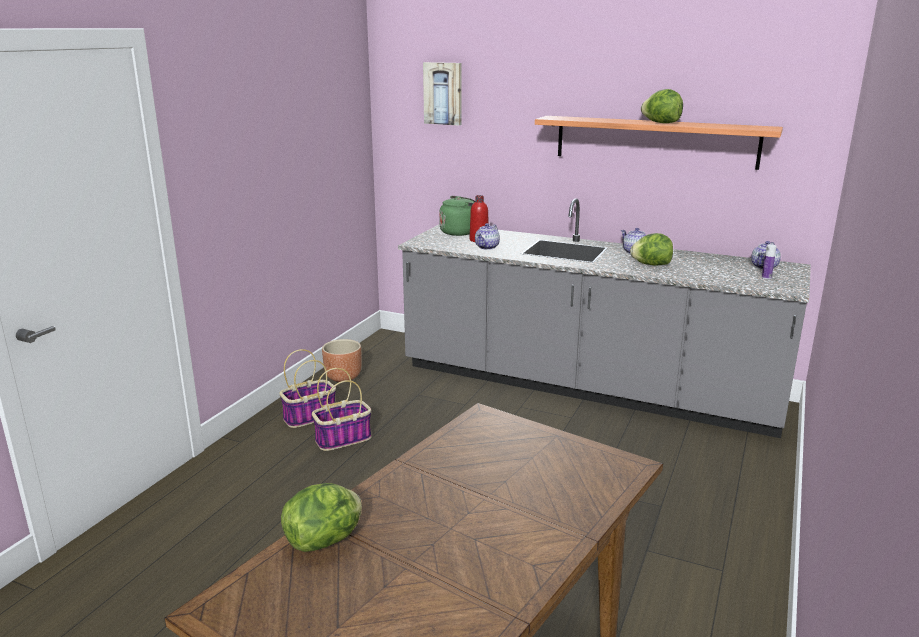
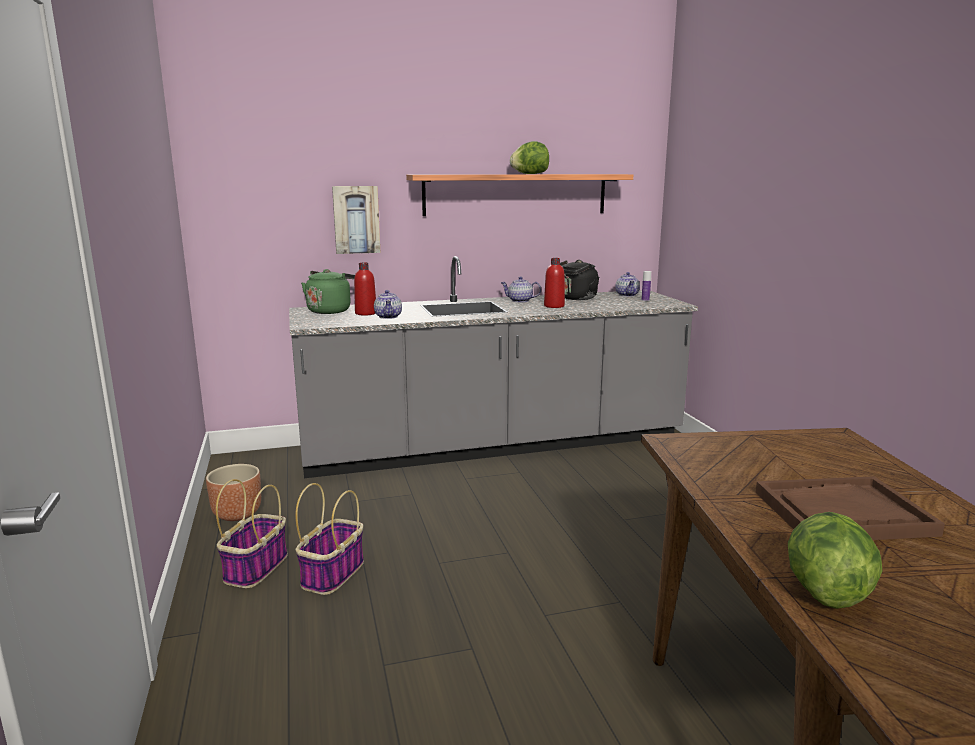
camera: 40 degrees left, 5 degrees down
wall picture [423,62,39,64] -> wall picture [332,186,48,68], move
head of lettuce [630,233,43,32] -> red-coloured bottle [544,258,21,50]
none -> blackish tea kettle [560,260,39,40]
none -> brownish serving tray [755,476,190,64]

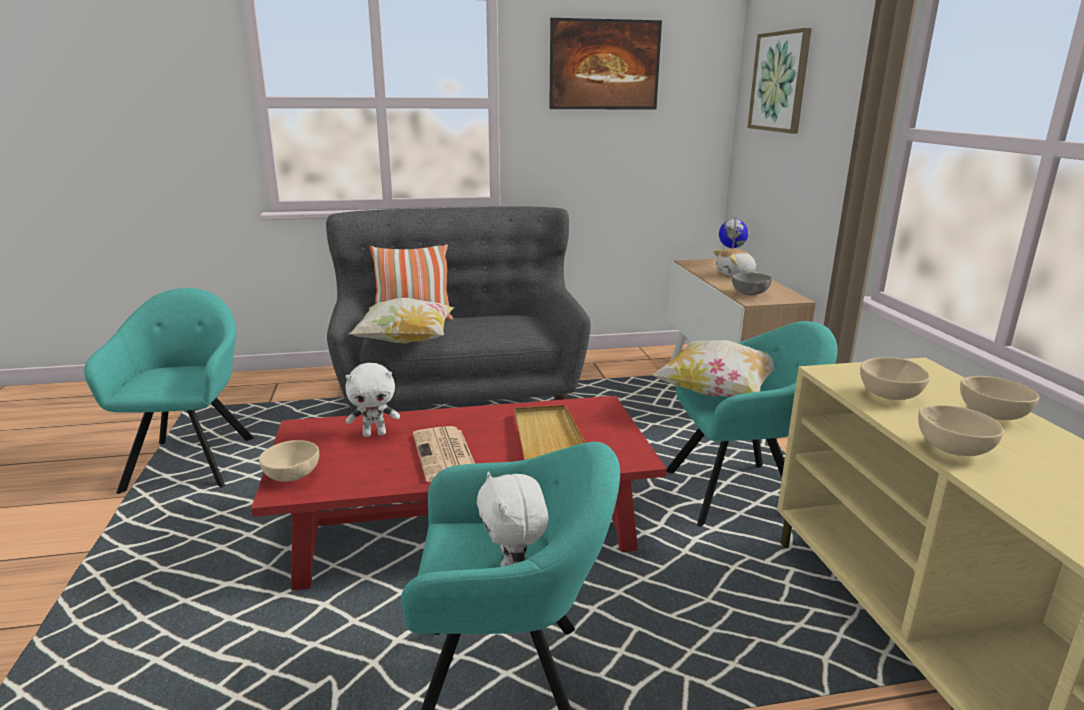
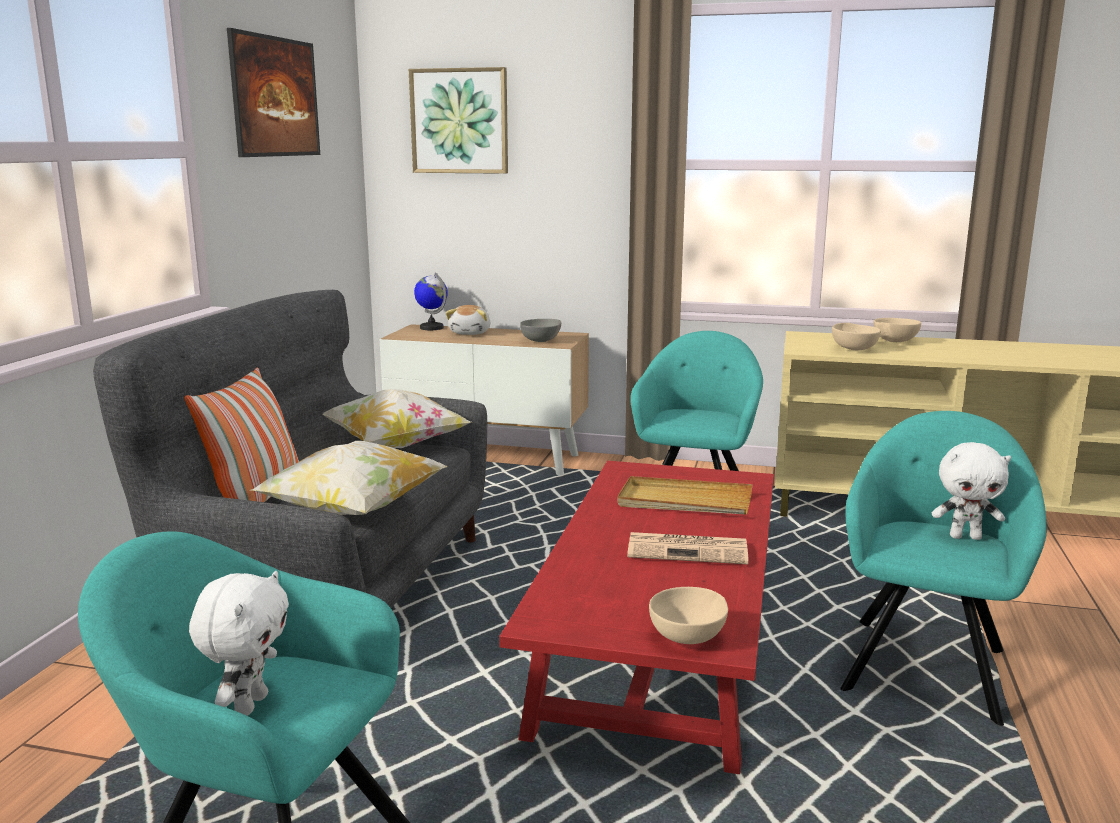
camera: 65 degrees left, 5 degrees down
whitish soft toy [345,363,55,74] -> whitish soft toy [189,571,100,145], move
pillow [651,340,123,57] -> pillow [322,389,149,59], move
sand-coloured deep dish [918,405,86,51] -> none

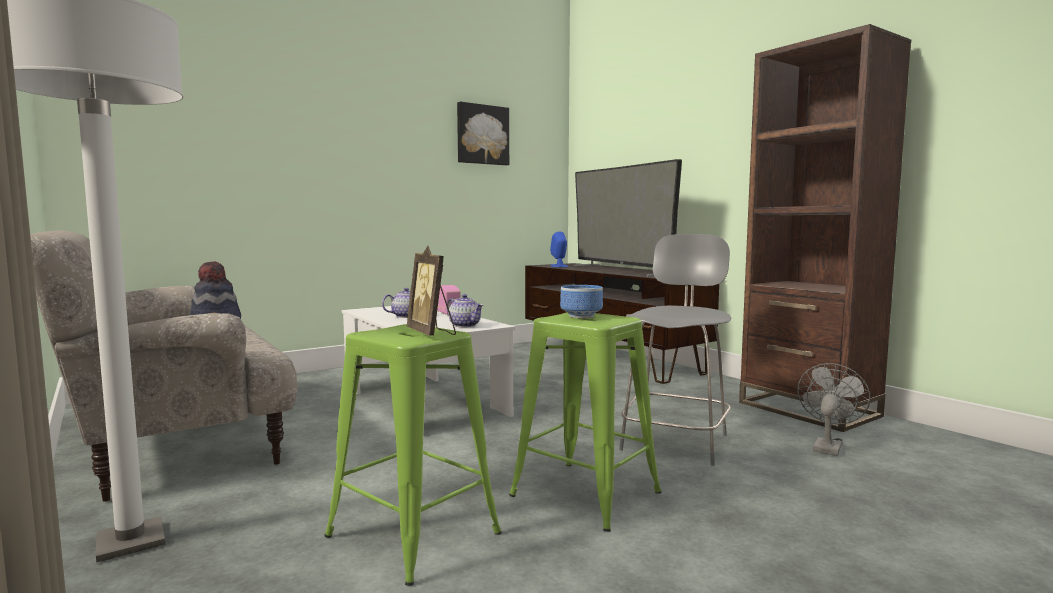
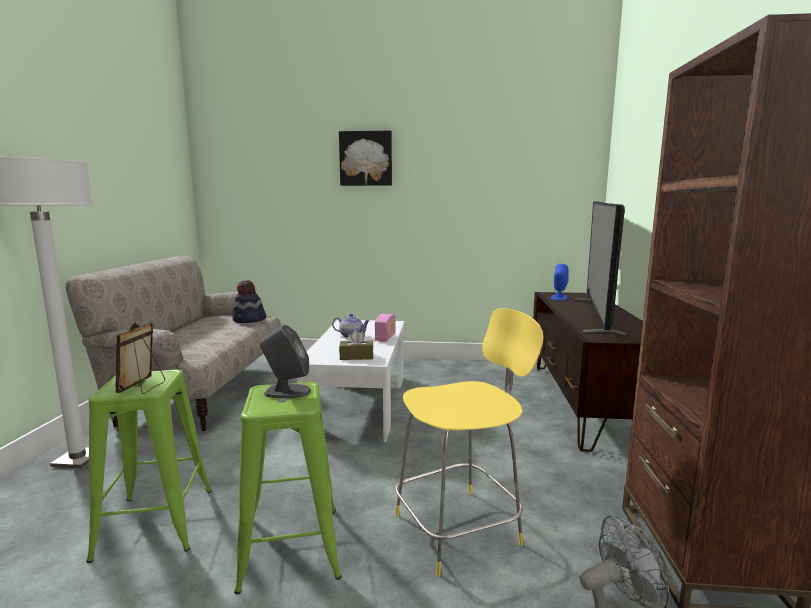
camera: 40 degrees right, 5 degrees up
tea pot [447,294,36,33] -> brownish box of tissues [339,330,35,30]
wall picture [457,102,52,63] -> wall picture [339,130,53,56], move
deep dish [560,285,43,33] -> greyish audio speaker [260,325,51,73]
greyish sitting stool [619,234,112,232] -> yellowish sitting stool [395,308,148,268]

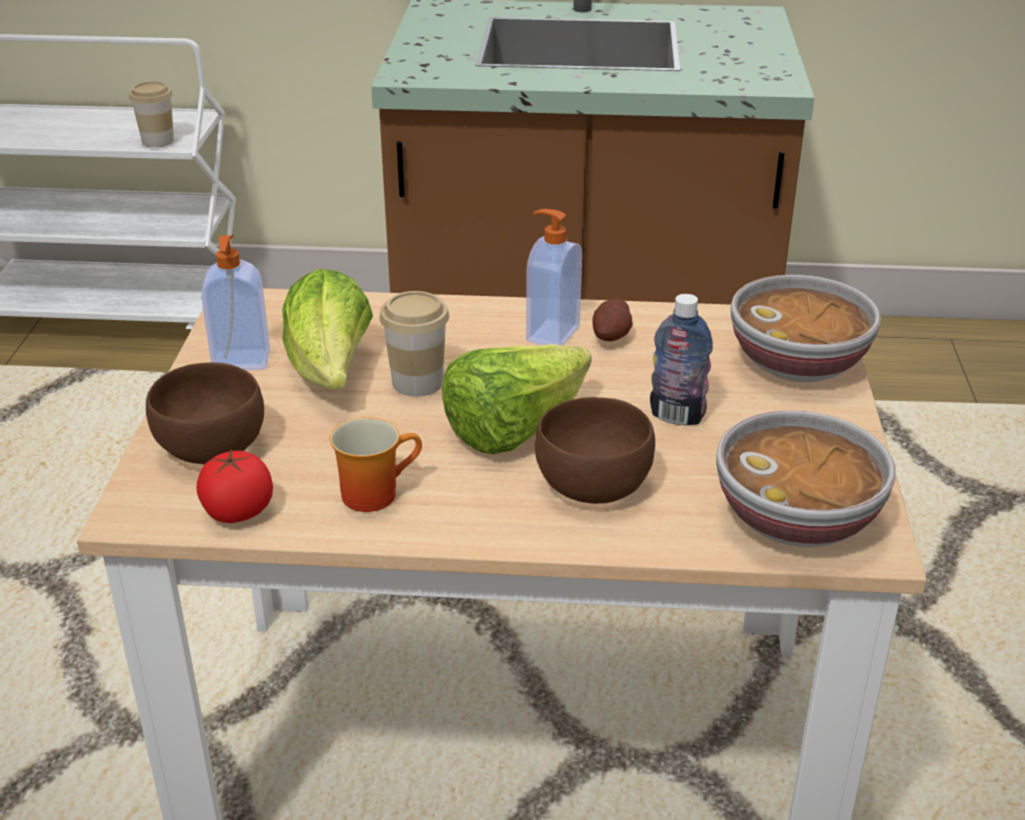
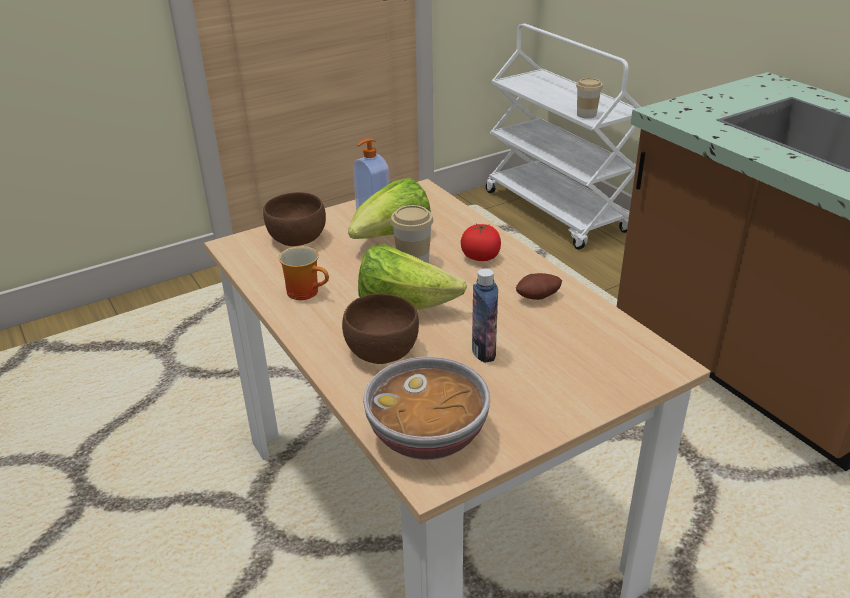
camera: 55 degrees right, 0 degrees up
tomato [197,449,76,74] -> tomato [461,224,40,37], move
soap bottle [526,209,56,136] -> none
deep dish [731,275,150,107] -> none

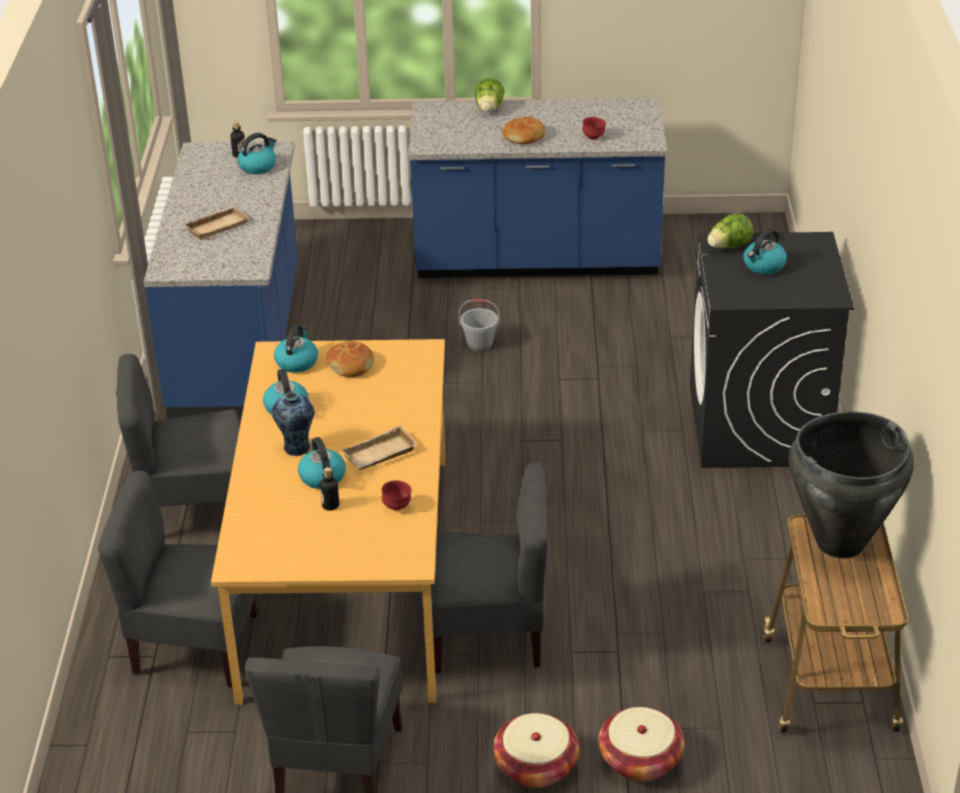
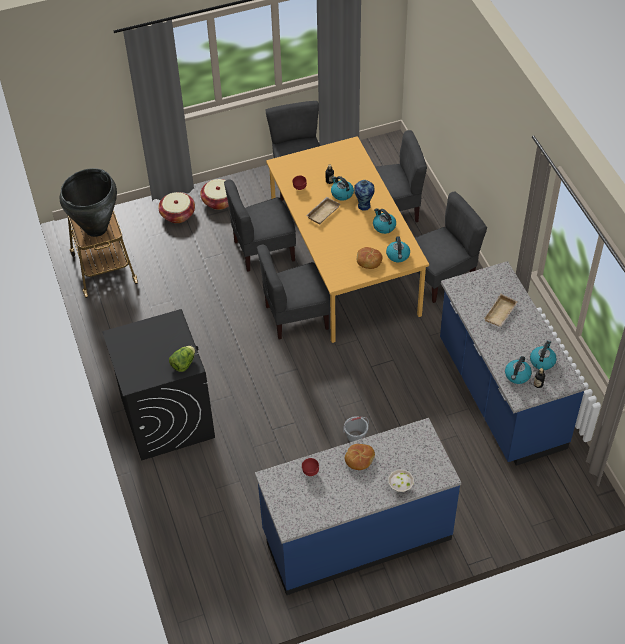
camera: 160 degrees right, 15 degrees up
head of lettuce [475,78,30,34] -> whitish deep dish [388,470,26,22]
tea kettle [744,228,43,47] -> tea kettle [530,340,27,30], move
none -> greyish chair [257,245,73,94]

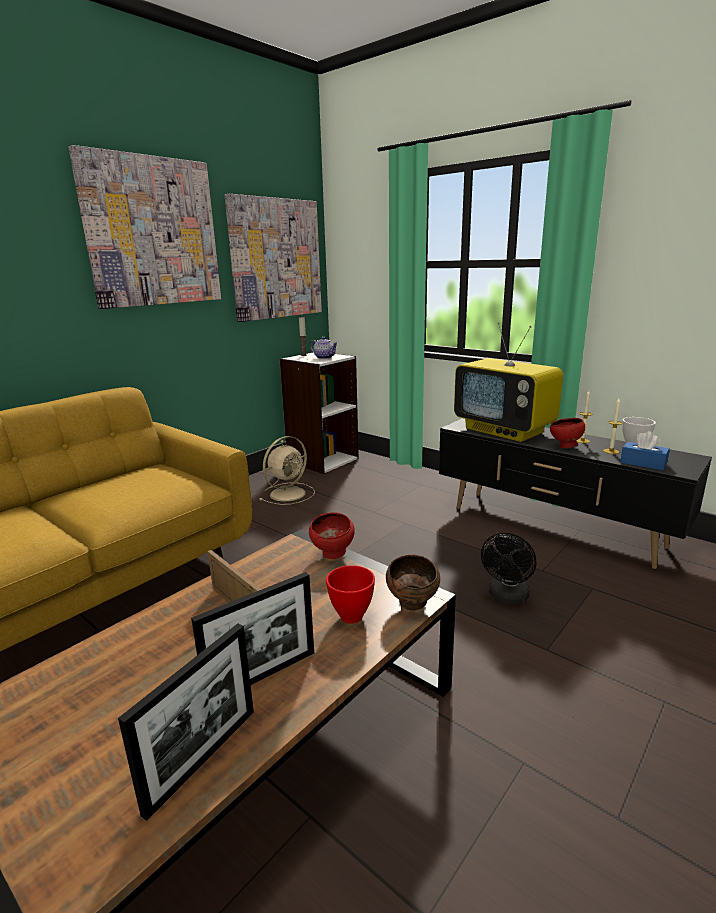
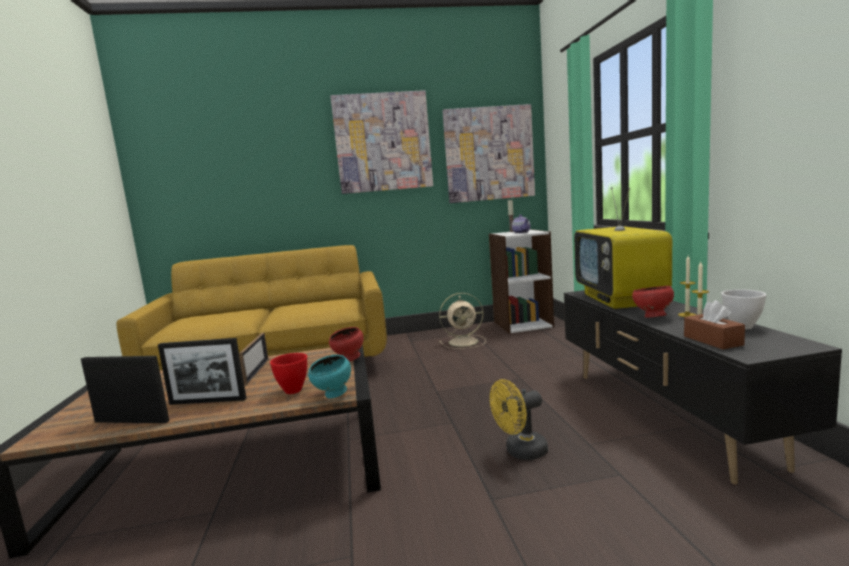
camera: 40 degrees right, 10 degrees down
standing frame [118,624,136,197] -> standing frame [81,356,88,67], 150 degrees counterclockwise
brownish deep dish [386,555,54,56] -> turquoise-coloured deep dish [308,355,43,43]
blackish fan [481,533,55,71] -> yellowish fan [490,379,58,81]
bluish box of tissues [620,431,50,39] -> brownish box of tissues [684,300,61,49]

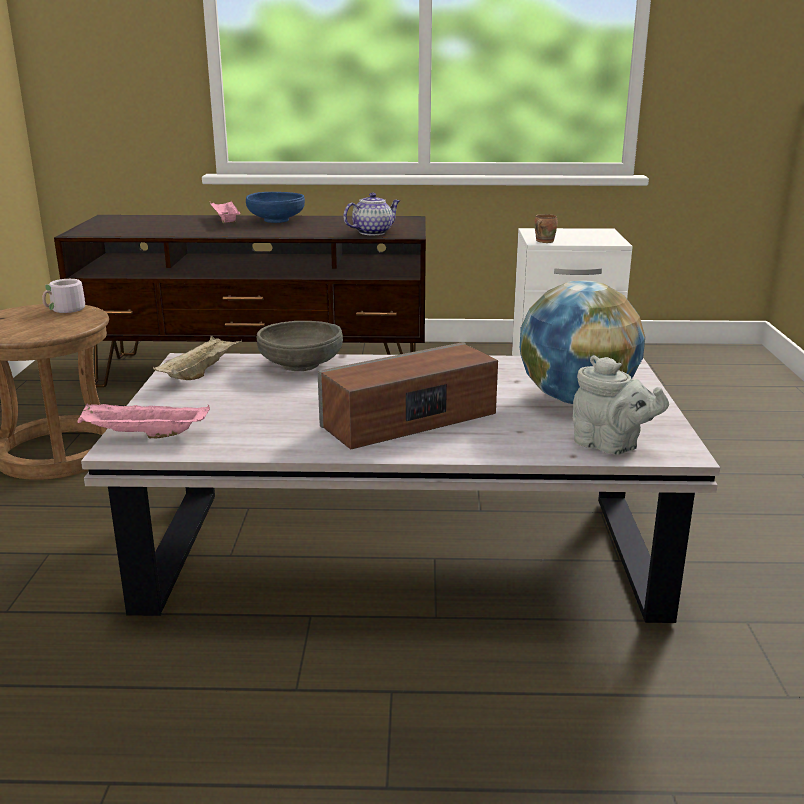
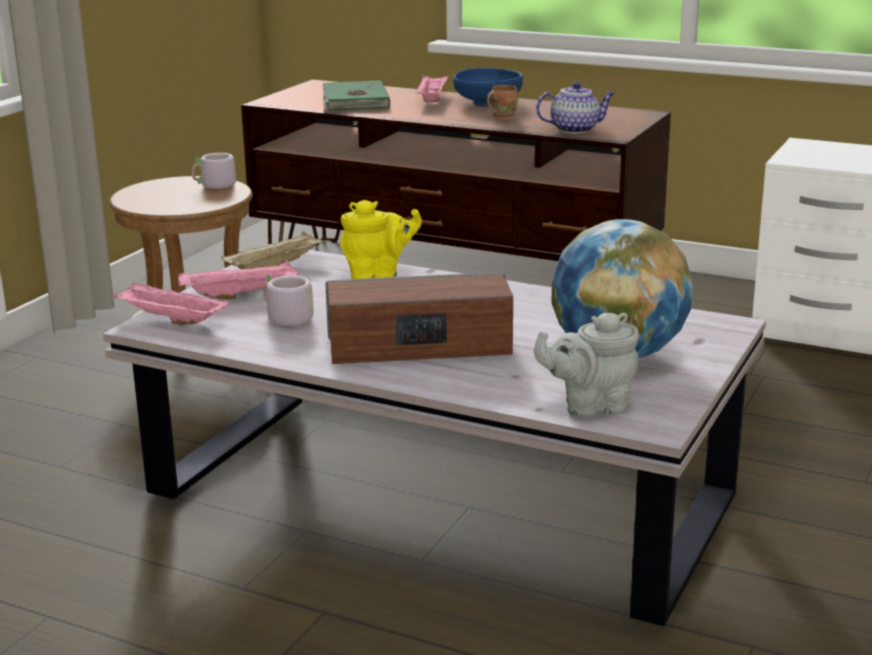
camera: 25 degrees right, 0 degrees up
greyish deep dish [257,321,86,50] -> yellowish tea pot [340,200,82,79]
brownish tea mug [534,214,24,29] -> brownish tea mug [486,85,32,35], move
greyish tea pot [573,355,96,100] -> greyish tea pot [534,312,105,106], 105 degrees clockwise
none -> pink serving tray [178,260,121,39]
none -> greyish tea mug [264,275,50,59]
none -> green-coloured volume [322,80,68,31]

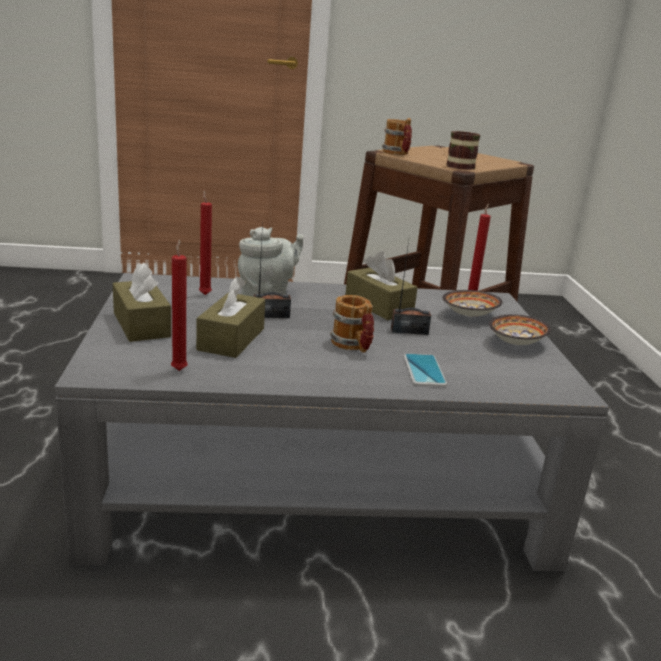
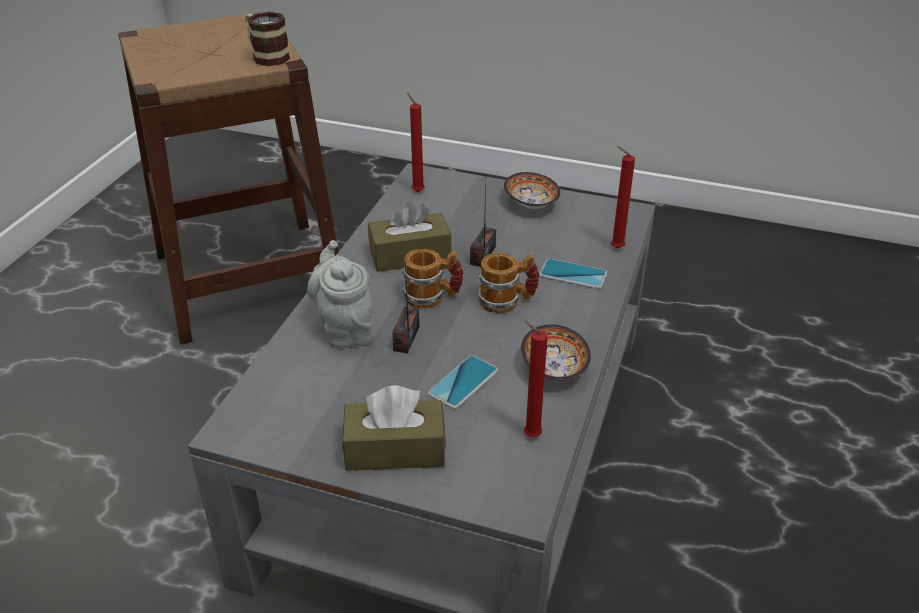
camera: 65 degrees left, 15 degrees up
brownish box of tissues [196,276,69,82] -> phone [428,355,70,54]
red-coloured candle [199,191,13,104] -> red-coloured candle [611,146,24,103], move
tea mug [382,118,30,37] -> tea mug [402,249,62,60], move
deep dish [442,290,61,27] -> deep dish [521,324,70,56], move

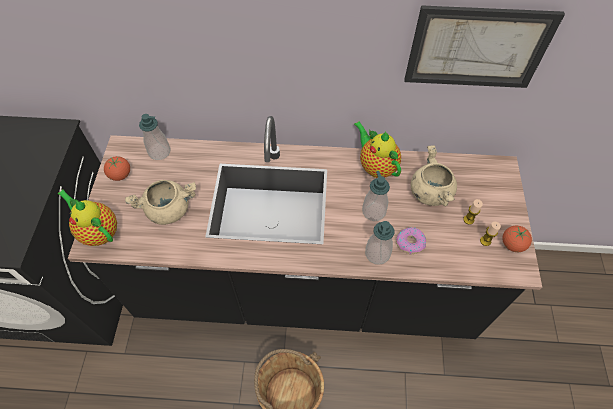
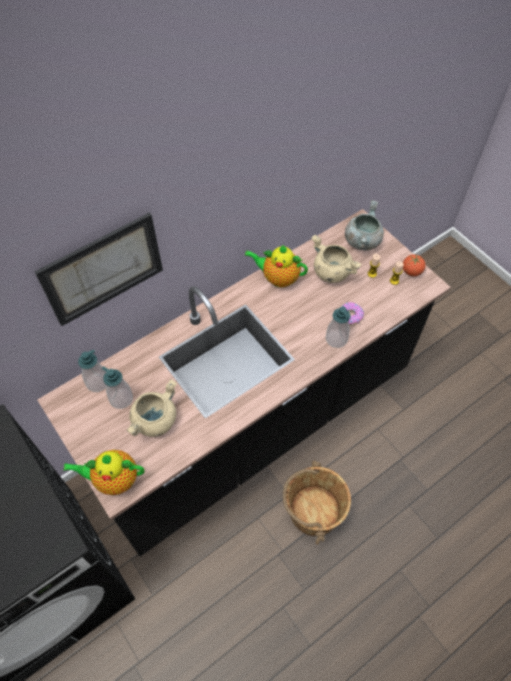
camera: 40 degrees left, 0 degrees up
tomato [104,156,26,25] -> none
soap bottle [362,171,28,50] -> soap bottle [102,366,31,43], move
wall picture [404,5,161,83] -> wall picture [34,213,129,113], move
none -> greyish cooking pot [345,200,39,50]

